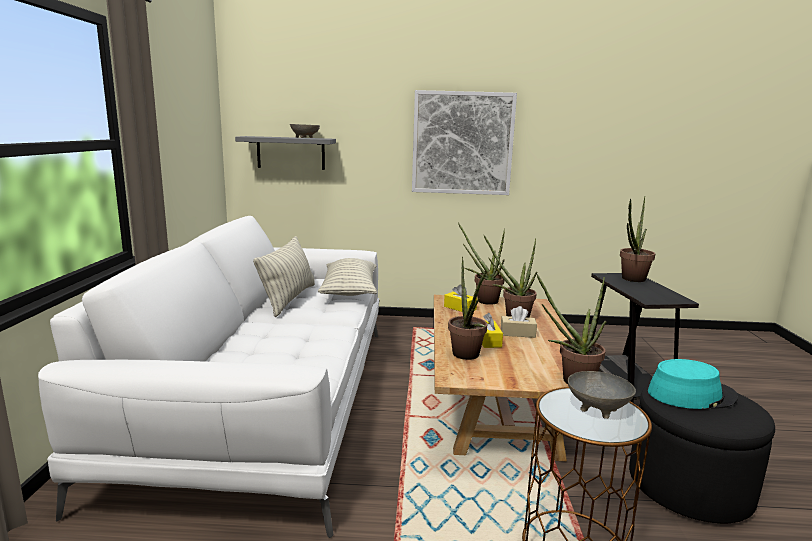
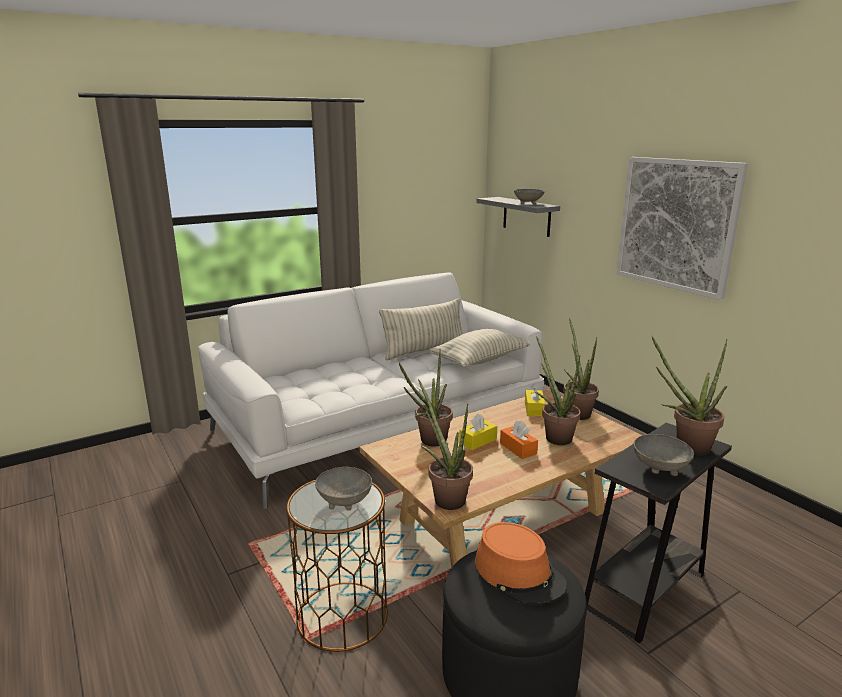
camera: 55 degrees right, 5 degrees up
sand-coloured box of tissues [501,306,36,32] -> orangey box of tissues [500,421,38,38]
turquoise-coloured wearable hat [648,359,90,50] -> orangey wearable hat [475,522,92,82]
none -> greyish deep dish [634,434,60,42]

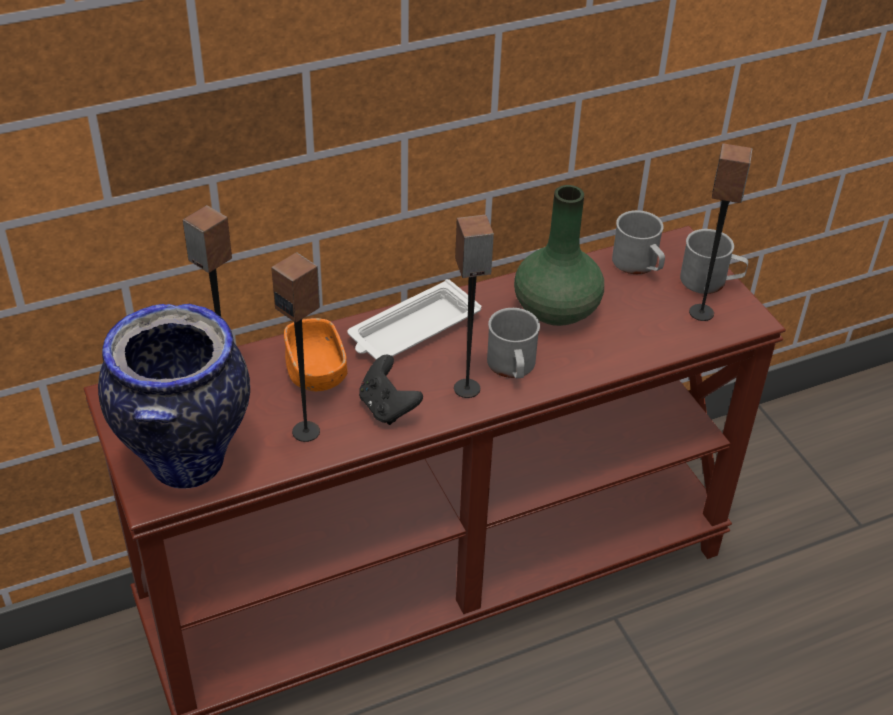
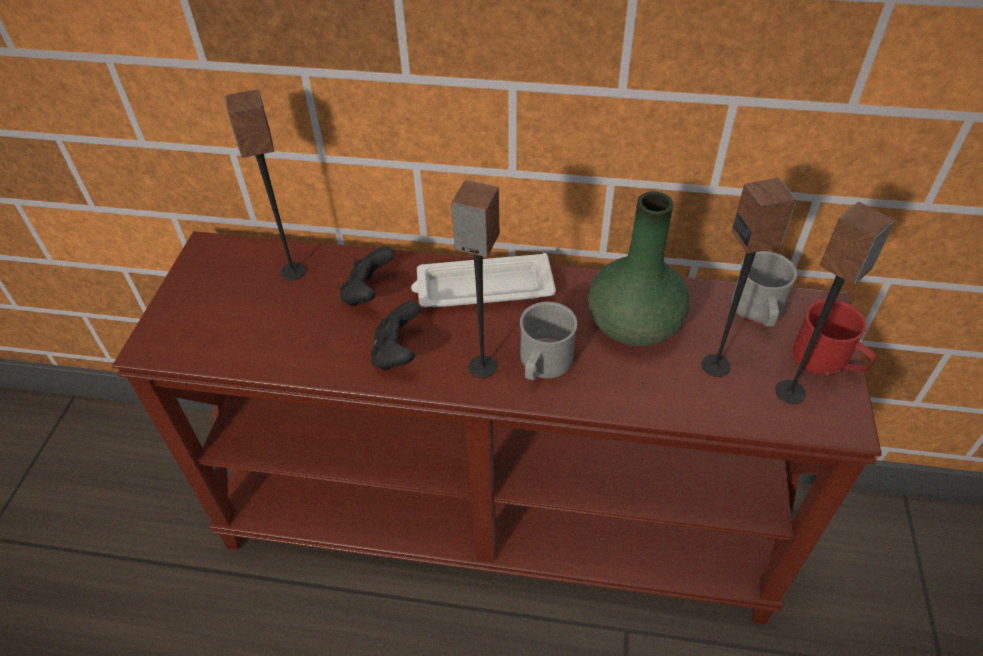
camera: 35 degrees right, 5 degrees up
flower vase [98,304,152,185] -> none
audio speaker [271,253,49,189] -> audio speaker [702,178,95,199], move
orangey deep dish [284,318,64,73] -> blackish game controller [339,247,56,60]
greyish tea mug [680,229,68,65] -> red-coloured tea mug [792,299,84,77]

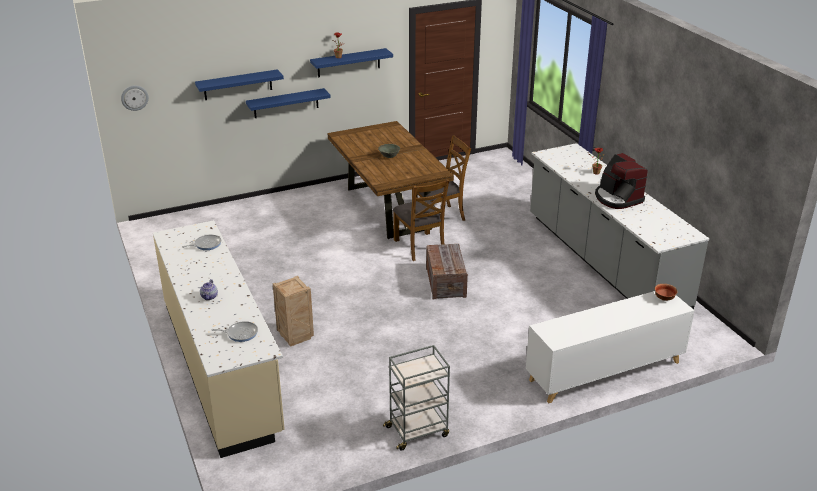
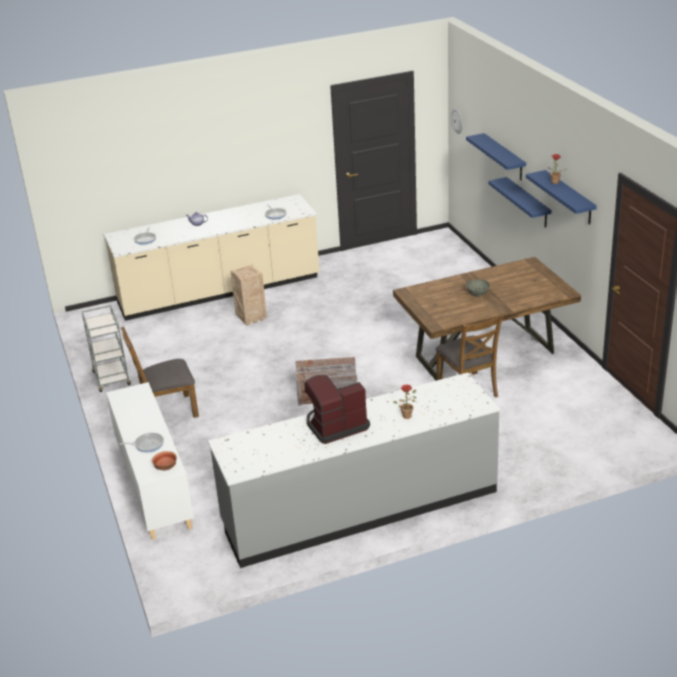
camera: 95 degrees right, 0 degrees up
brownish chair [393,179,56,82] -> brownish chair [121,326,78,92], move
none -> pan [119,433,45,19]

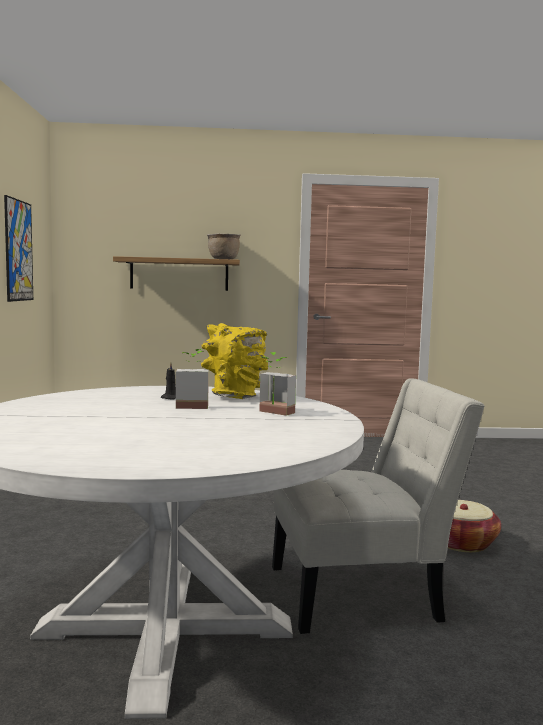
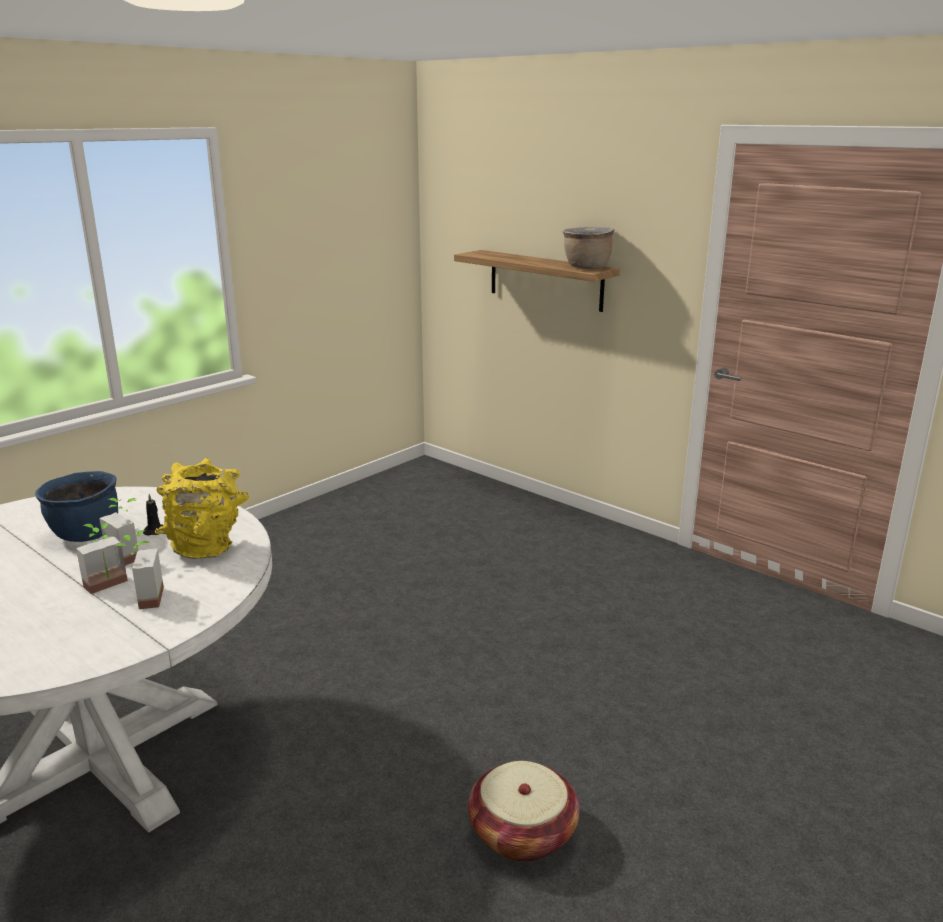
camera: 45 degrees right, 15 degrees up
wall picture [4,195,29,107] -> none
whitish chair [272,378,213,256] -> none
none -> bluish cooking pot [35,471,83,71]
none -> potted plant [76,523,52,71]

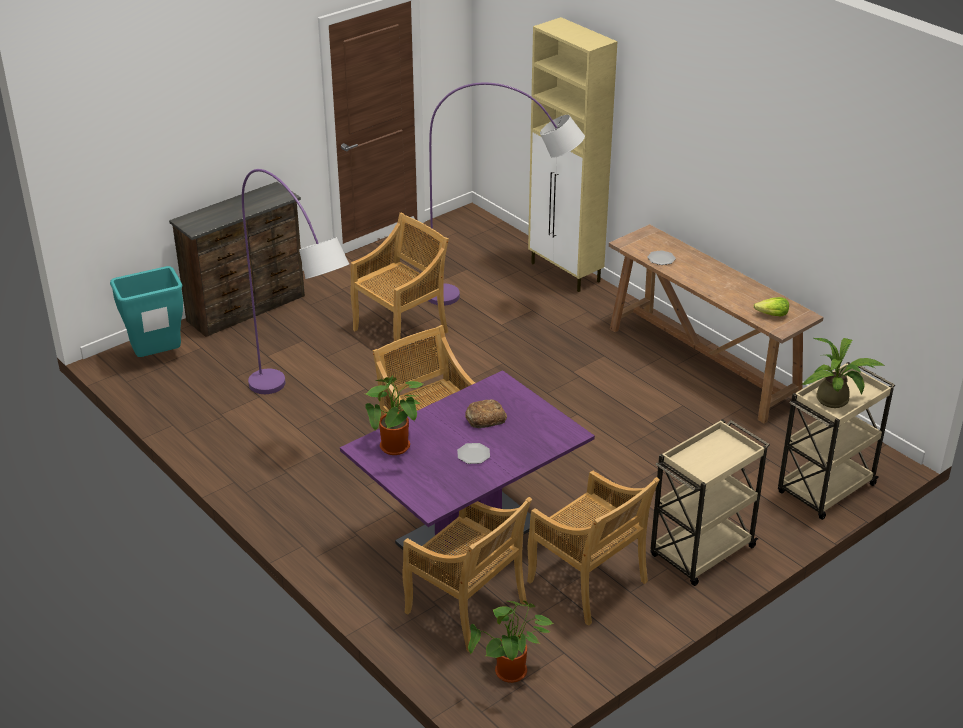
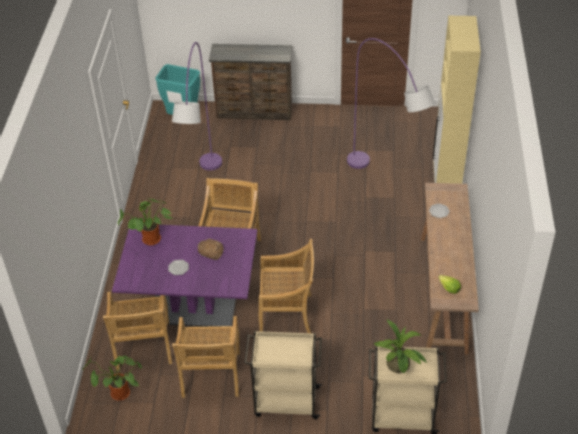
camera: 45 degrees right, 10 degrees up
sand-coloured chair [351,213,98,128] -> sand-coloured chair [259,239,55,94], move

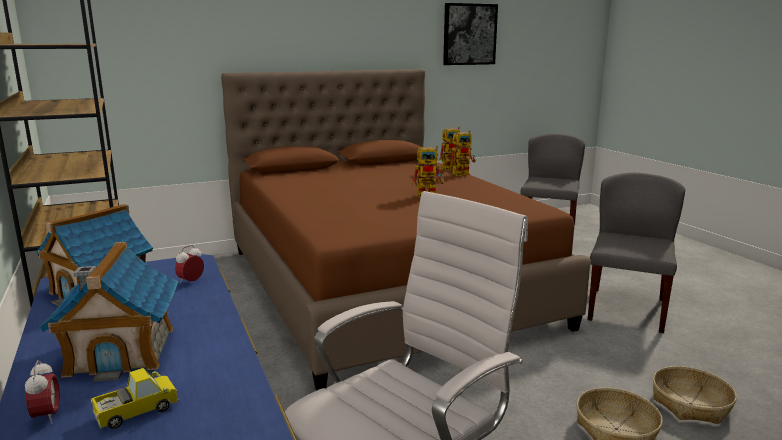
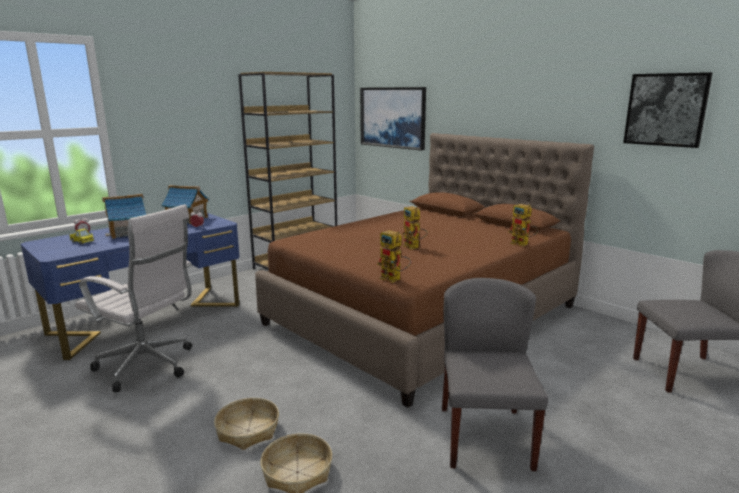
camera: 70 degrees right, 0 degrees up
toy robot [450,130,26,46] -> toy robot [377,230,34,53], move
greyish chair [588,173,97,160] -> greyish chair [442,278,106,193], 90 degrees counterclockwise
none -> wall picture [360,87,66,63]

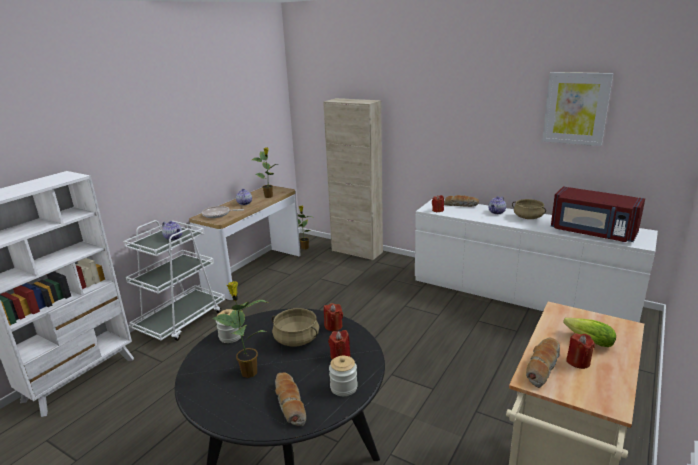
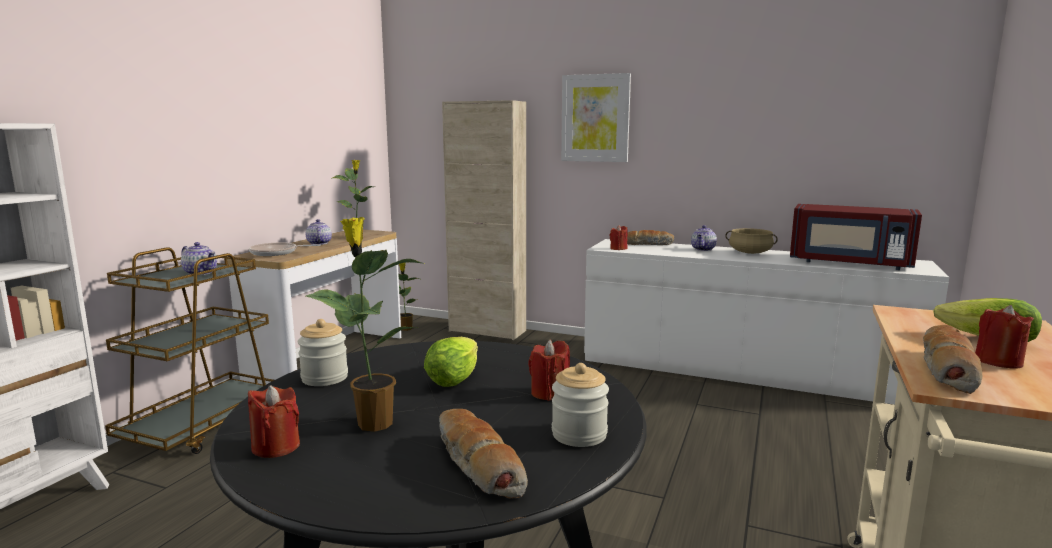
camera: 10 degrees left, 10 degrees down
whitish wheeled cart [123,220,102,121] -> brownish wheeled cart [105,247,169,207]
sand-coloured cooking pot [272,308,47,38] -> head of lettuce [424,337,54,50]
red-coloured candle [324,303,19,28] -> red-coloured candle [248,385,52,73], move
wall picture [542,72,71,74] -> wall picture [561,73,70,89], move

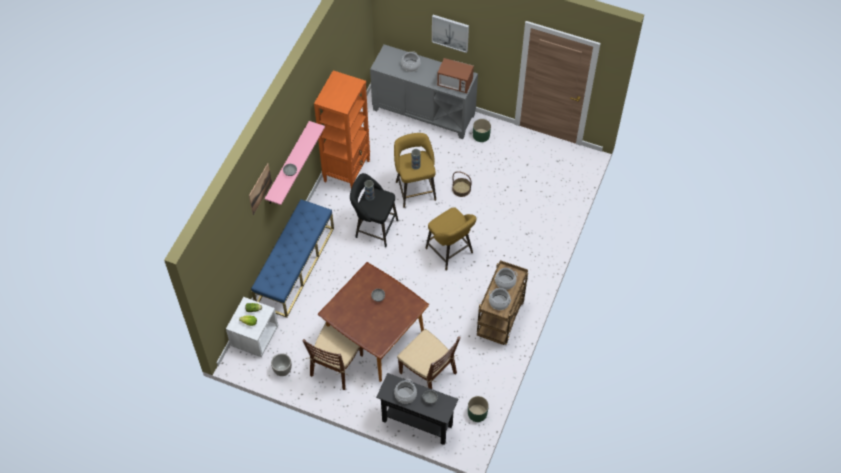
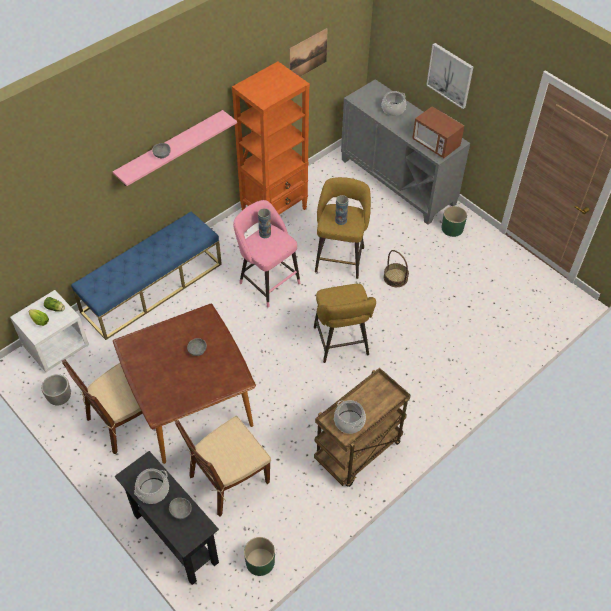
camera: 25 degrees right, 5 degrees down
wall picture [249,163,23,52] -> wall picture [289,28,39,49], move
blackish sitting stool [350,173,48,74] -> pink sitting stool [233,200,67,108]
brownish chair [397,329,64,60] -> brownish chair [175,416,96,100], 75 degrees clockwise
cooking pot [495,268,23,22] -> none

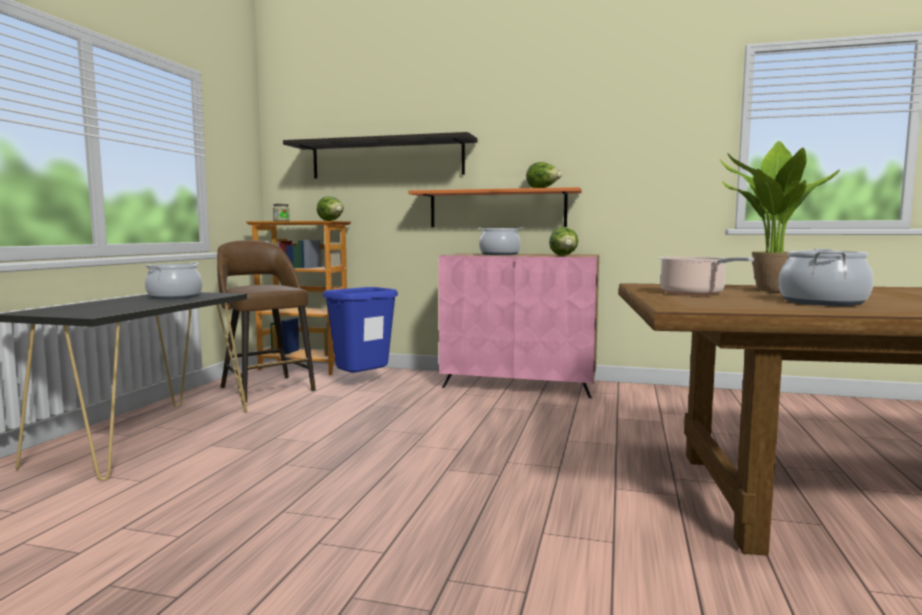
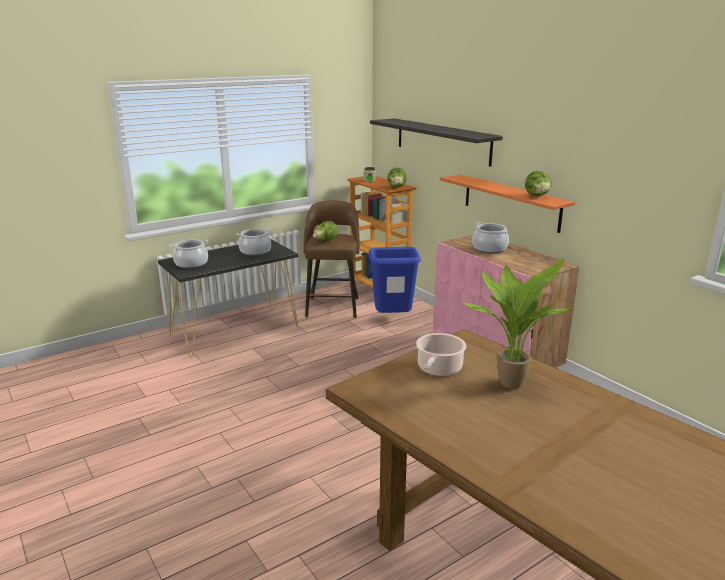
camera: 40 degrees right, 15 degrees up
head of lettuce [549,227,29,29] -> head of lettuce [313,221,25,20], move
cooking pot [779,249,95,57] -> cooking pot [170,240,38,29], move

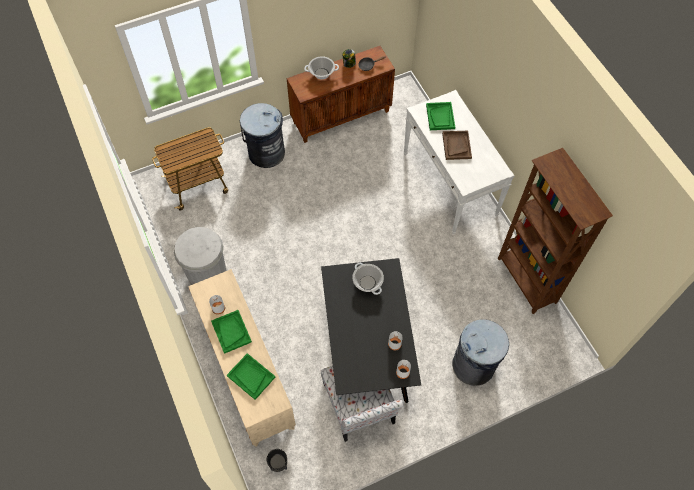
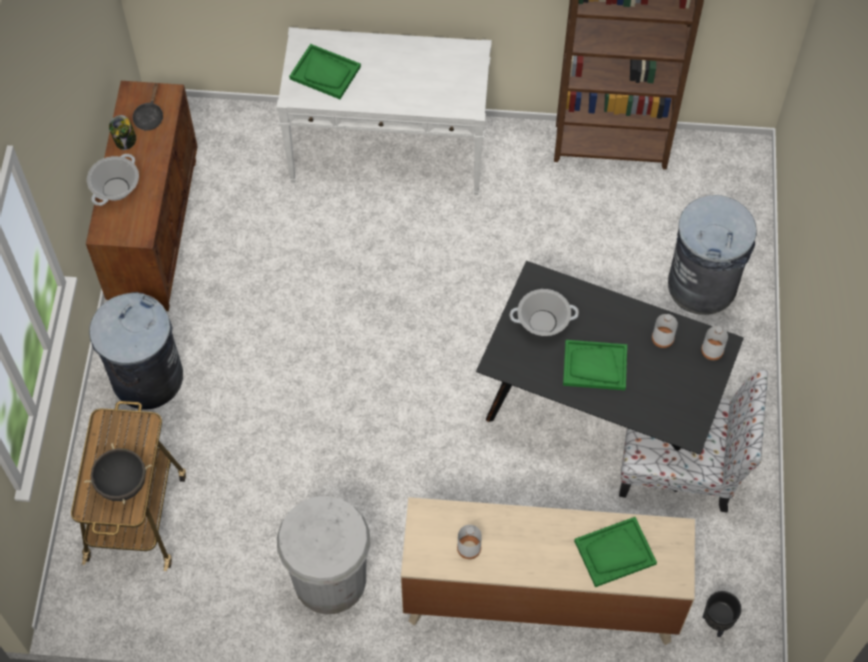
camera: 60 degrees left, 0 degrees up
green-coloured serving tray [211,310,41,44] -> green-coloured serving tray [563,340,64,50], move
brownish serving tray [442,131,30,29] -> none
none -> blackish cooking pot [84,443,68,61]

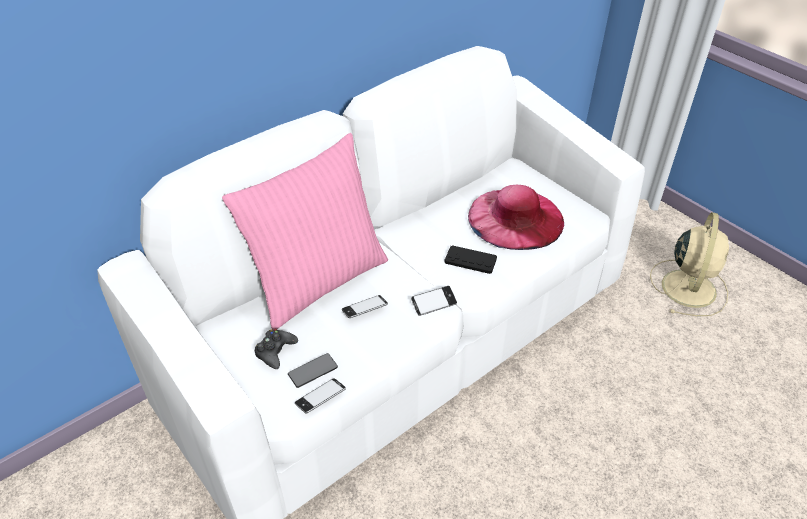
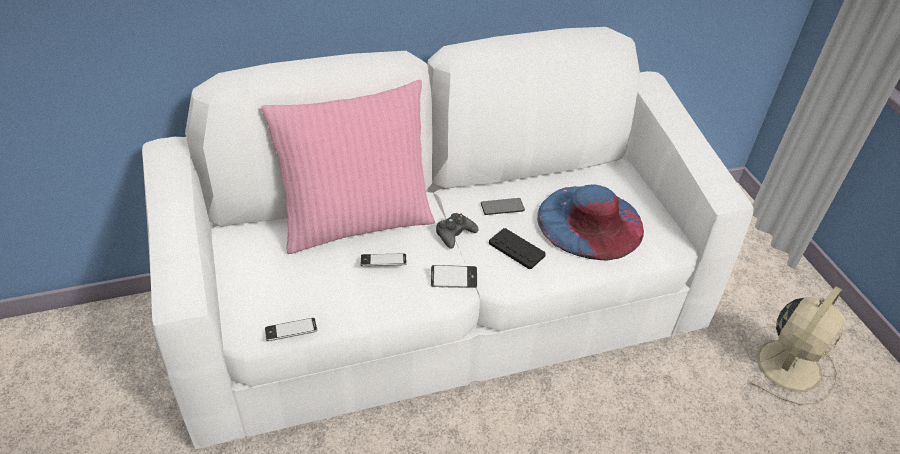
camera: 20 degrees right, 0 degrees up
blackish game controller [255,329,43,40] -> blackish game controller [436,213,42,36], move
phone [288,353,50,35] -> phone [481,198,44,17], move
pink wearable hat [468,184,96,66] -> bluish wearable hat [537,184,107,77]

